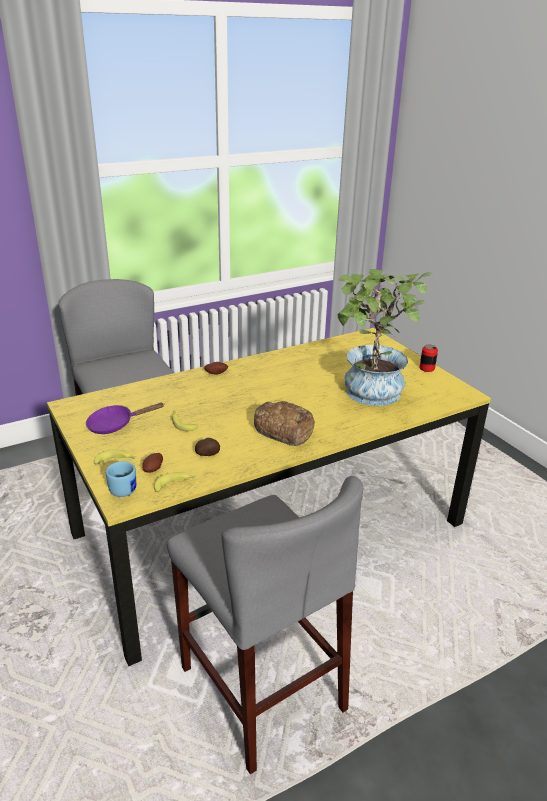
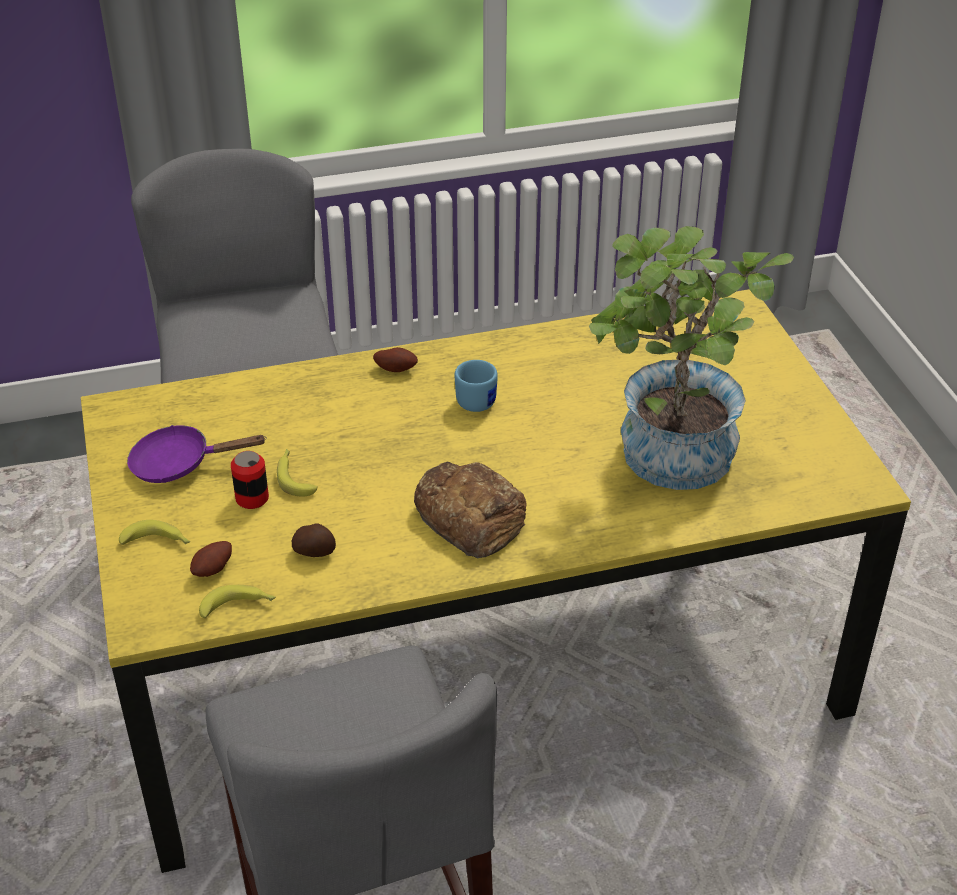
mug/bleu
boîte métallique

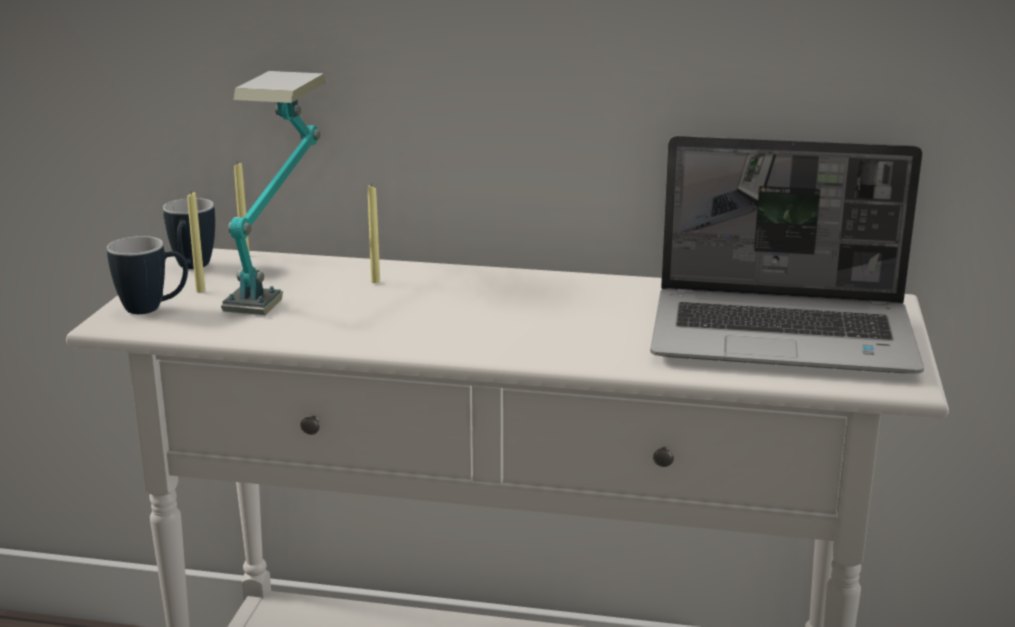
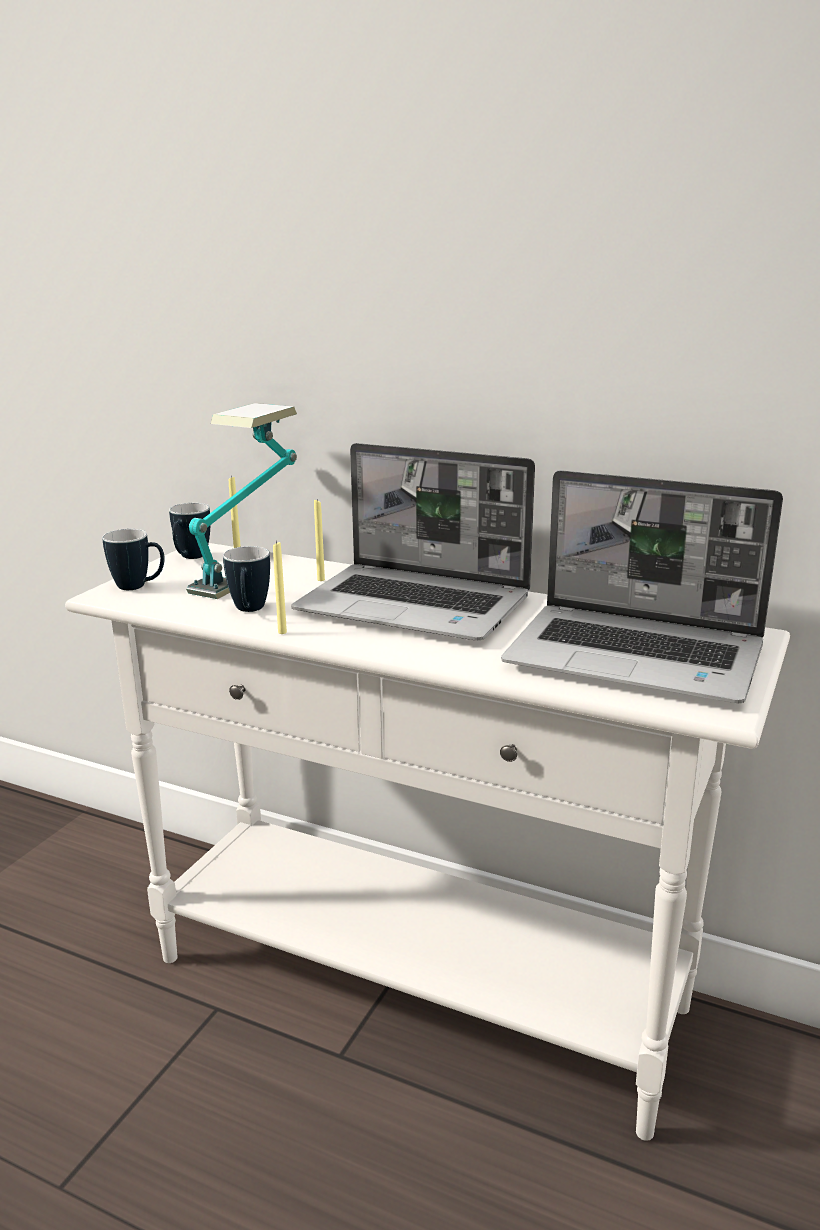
bougie/jaune (no. 2 from left)
mug (no. 3 from left)
ordinateur portable (no. 1 from left)

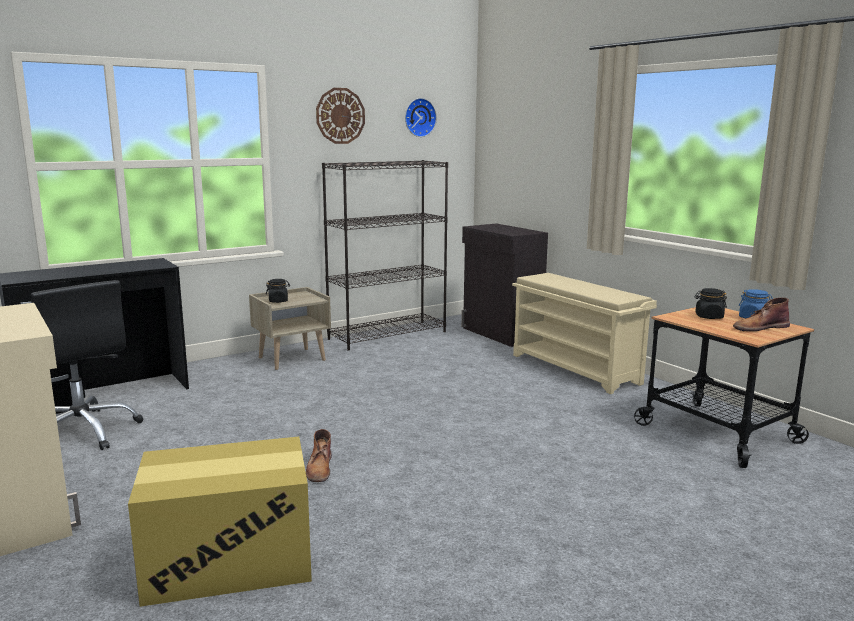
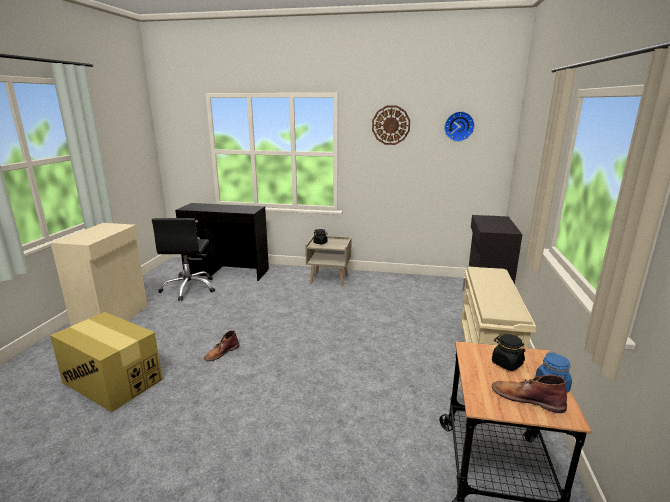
bibliothèque/noir

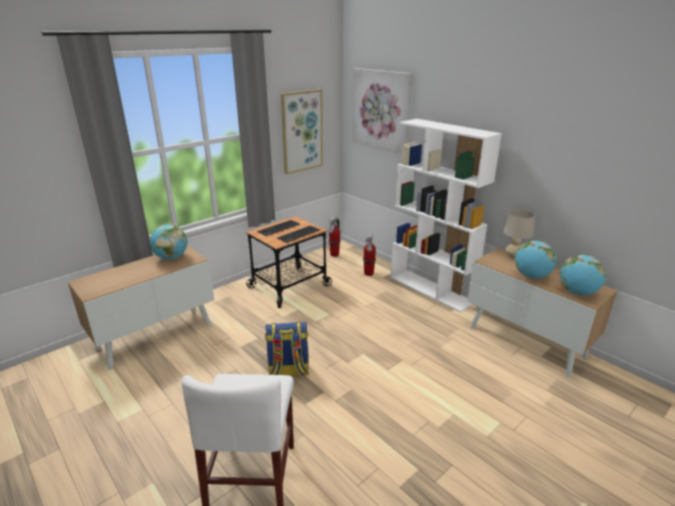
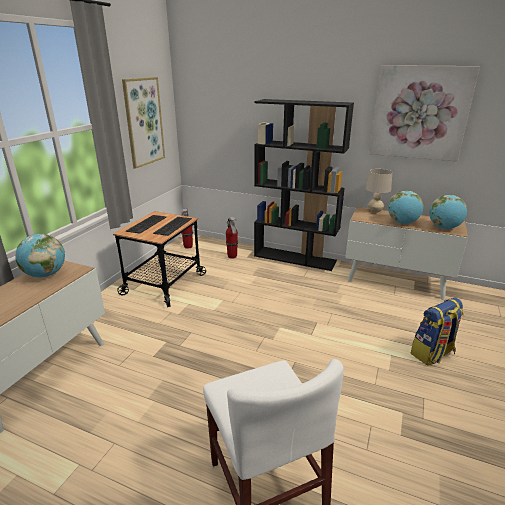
sac à dos
tableau (no. 2 from left)
bibliothèque/noir

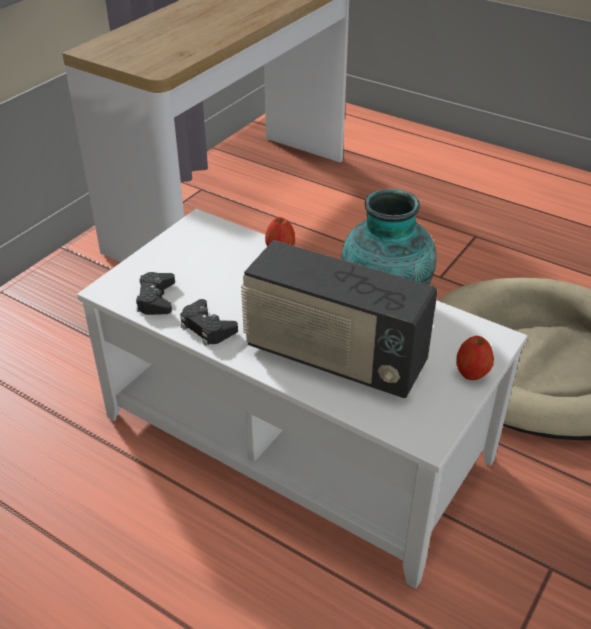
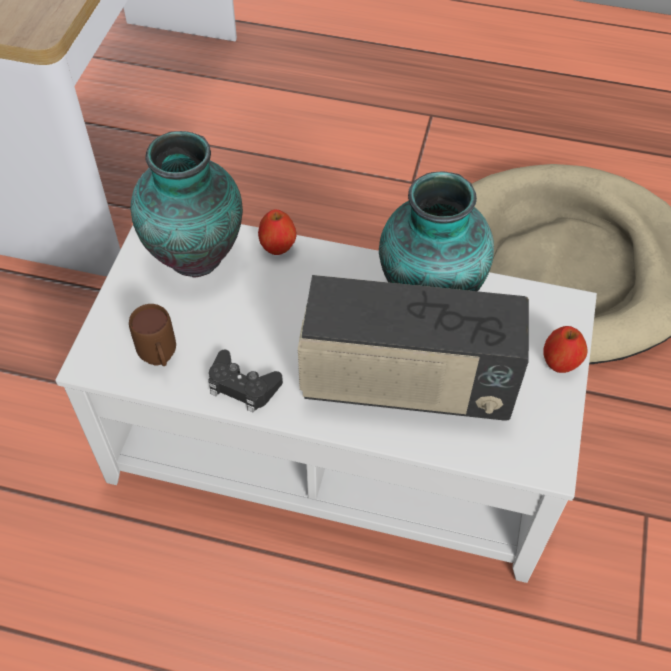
mug/marron
vase (no. 1 from left)

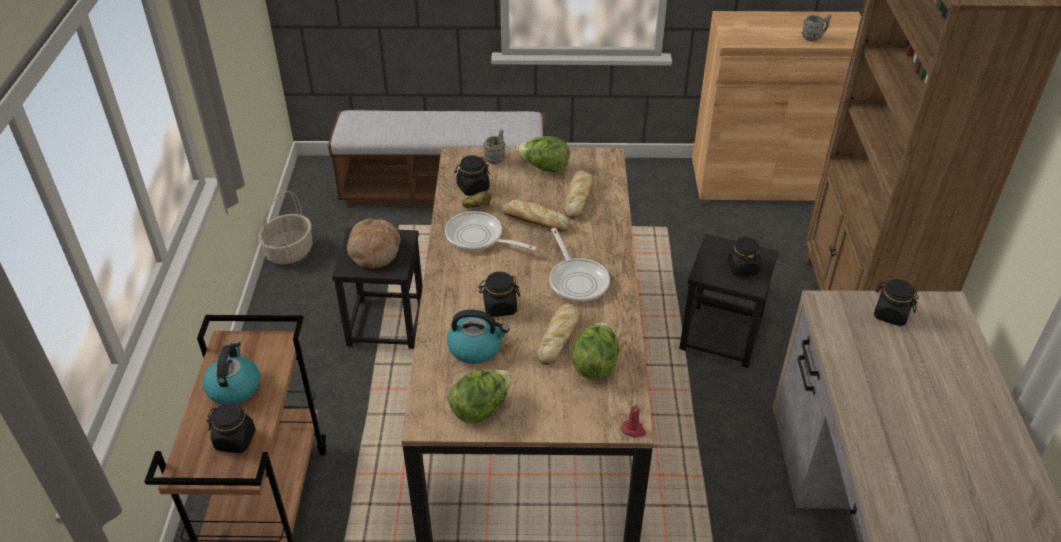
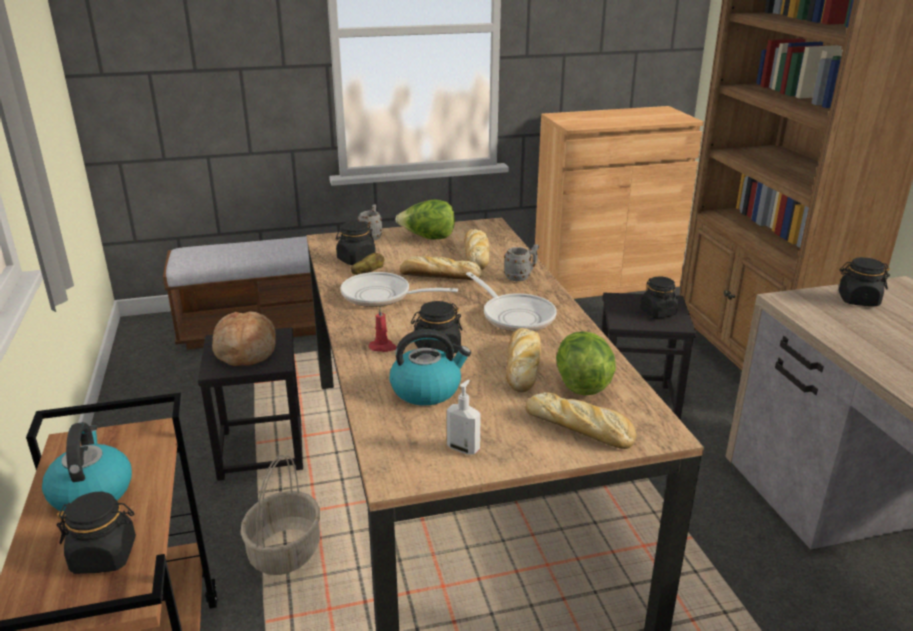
panier
distributeur de savon
bougie/rouge
mug/gris (no. 2 from left)
pain (no. 5 from left)

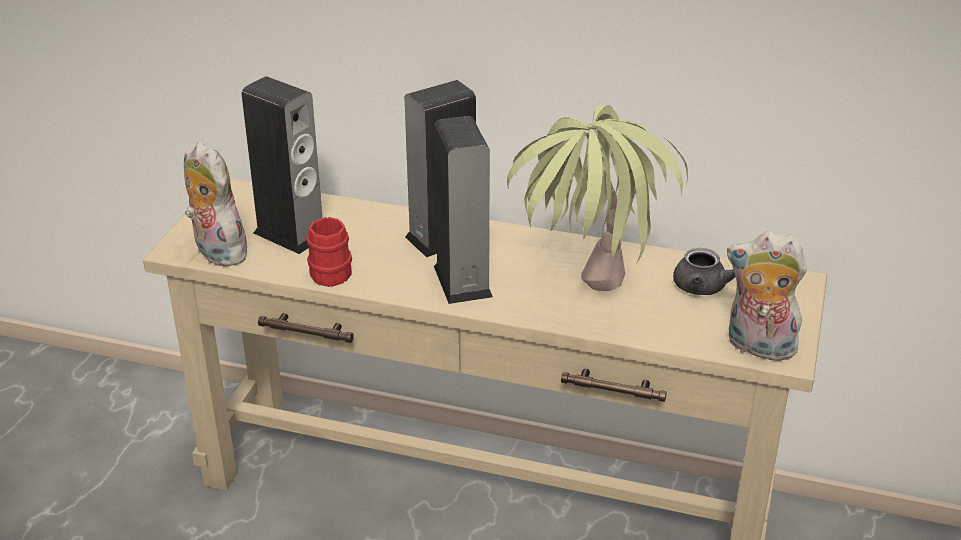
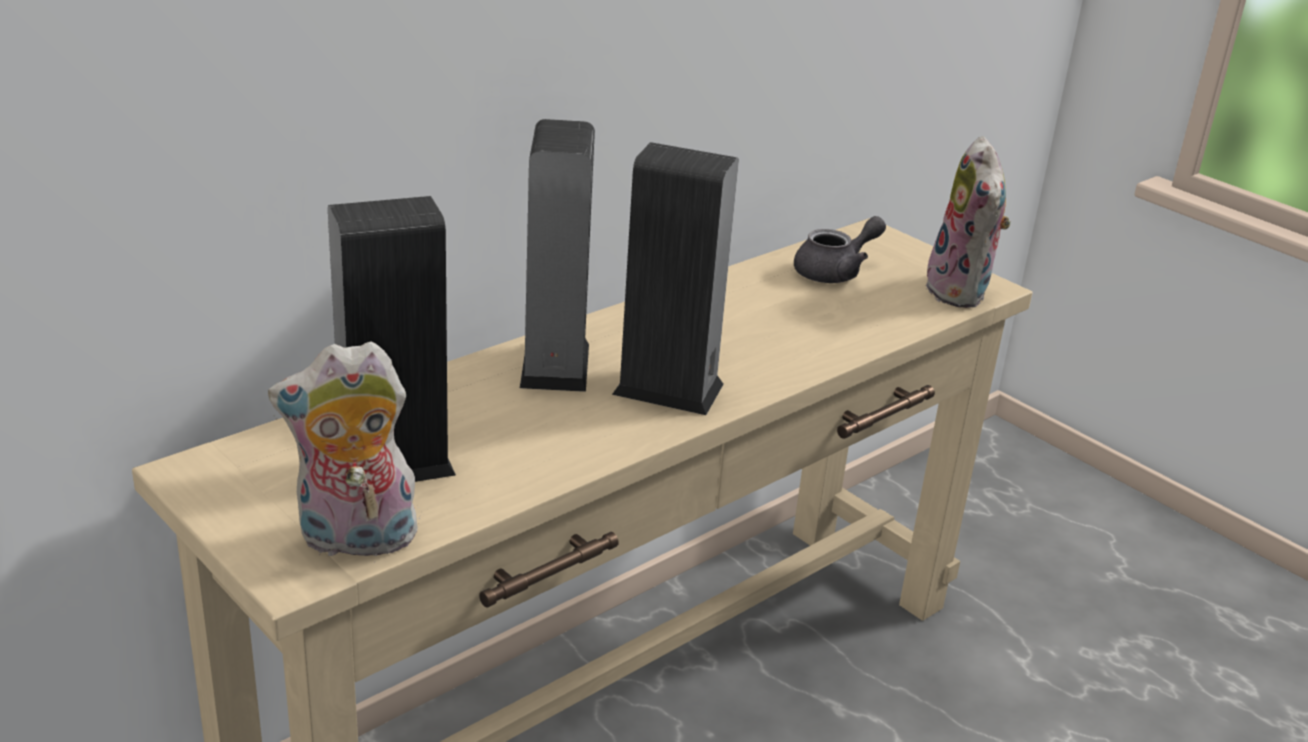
mug/rouge
plante en pot
peluche (no. 2 from left)

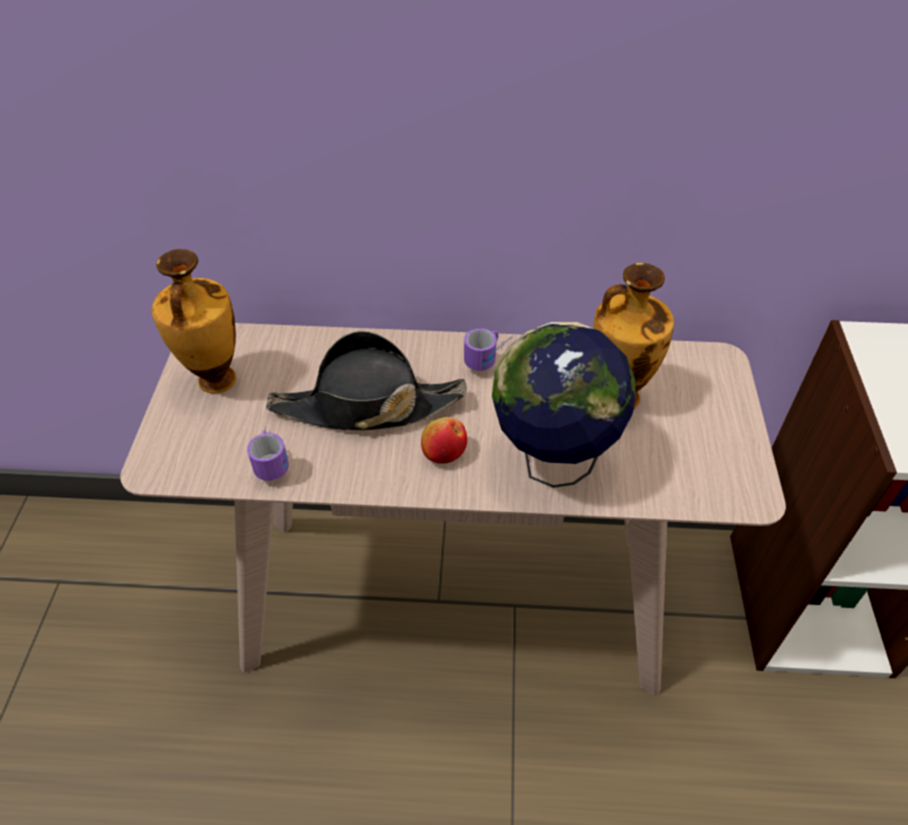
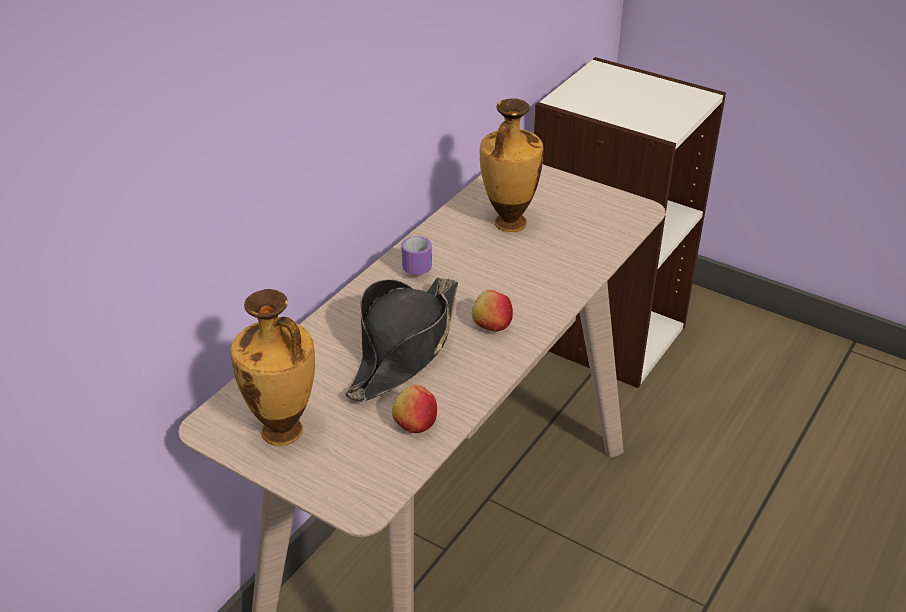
pomme (no. 1 from left)
globe

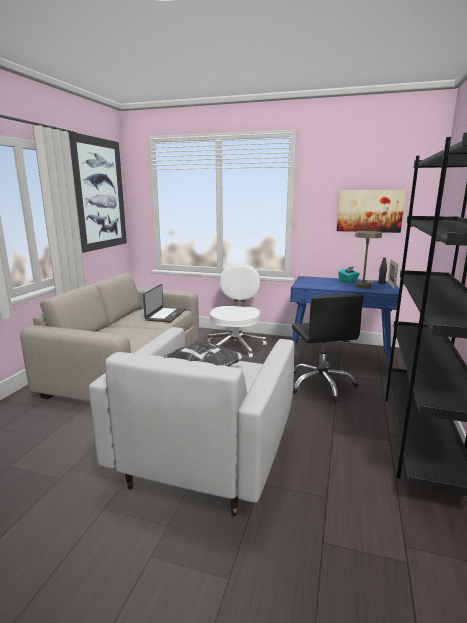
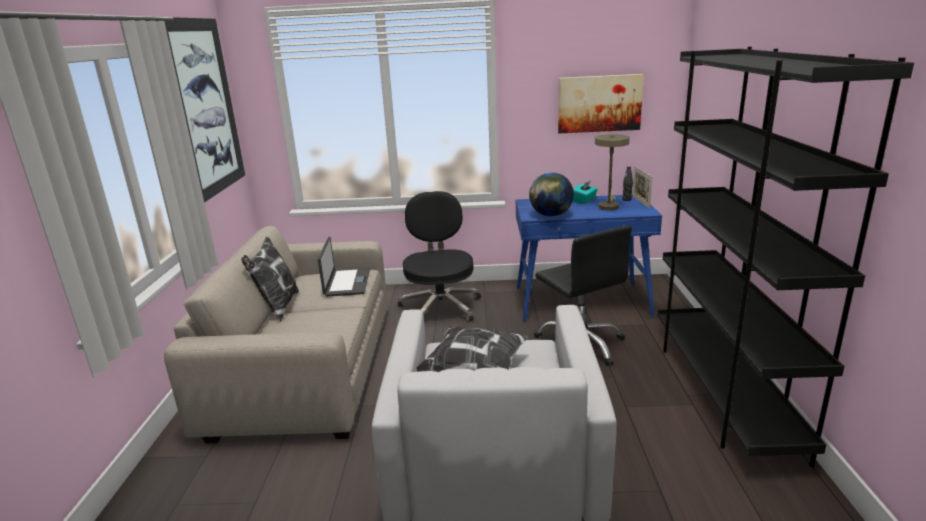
chaise de bureau/noir (no. 1 from left)
coussin (no. 1 from left)
globe

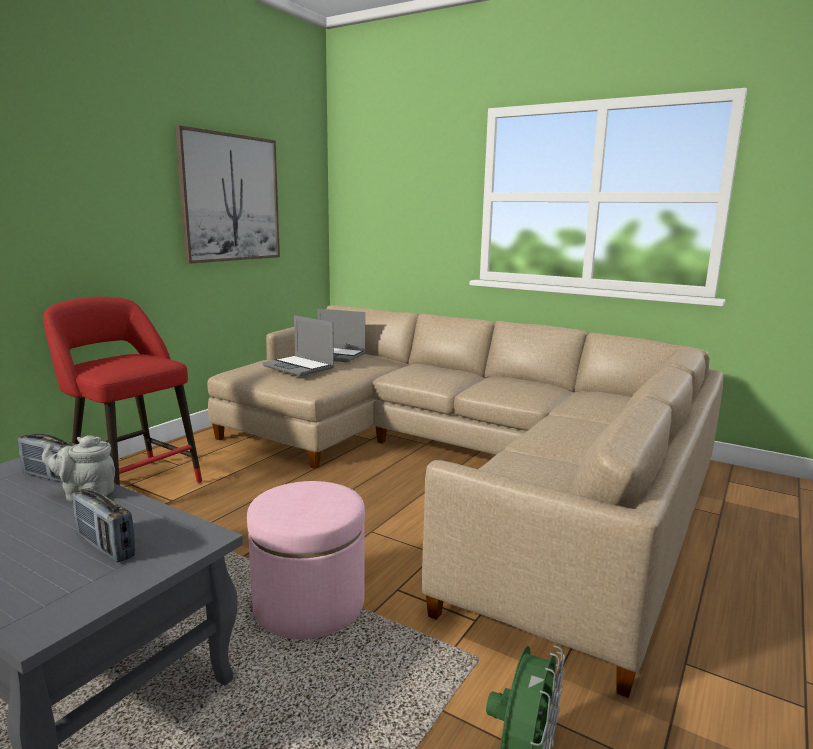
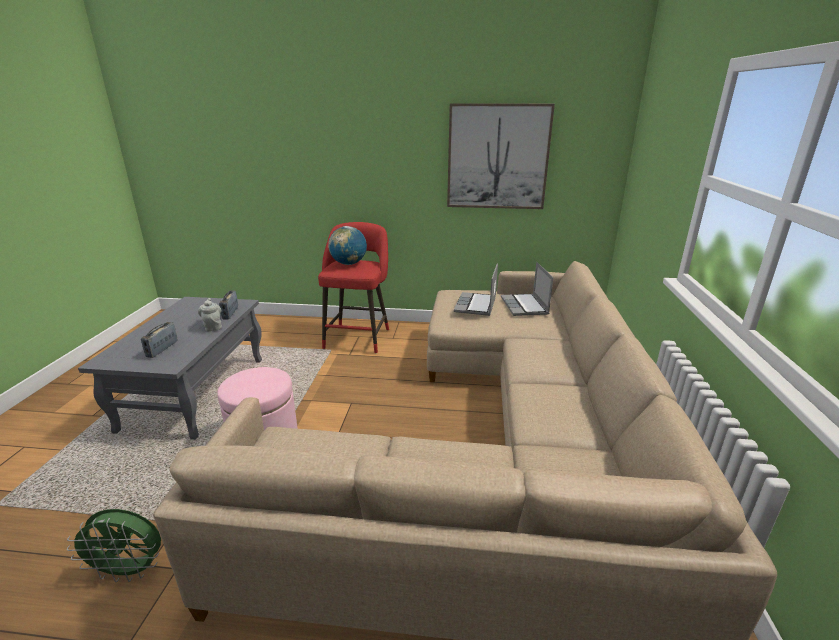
globe

